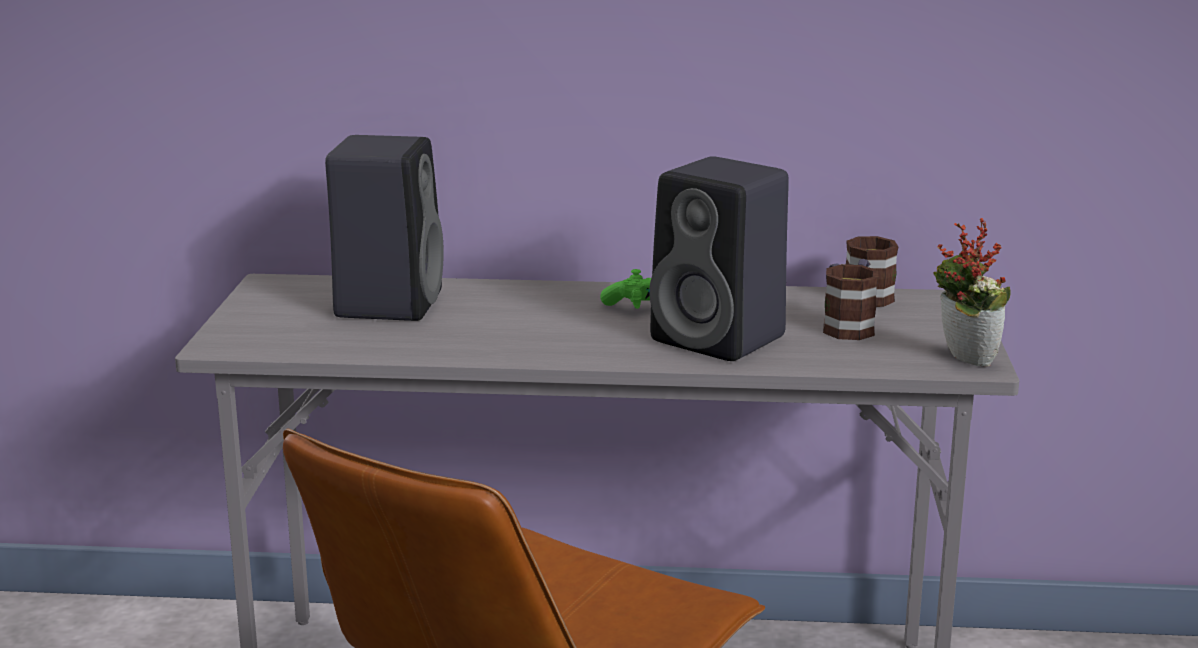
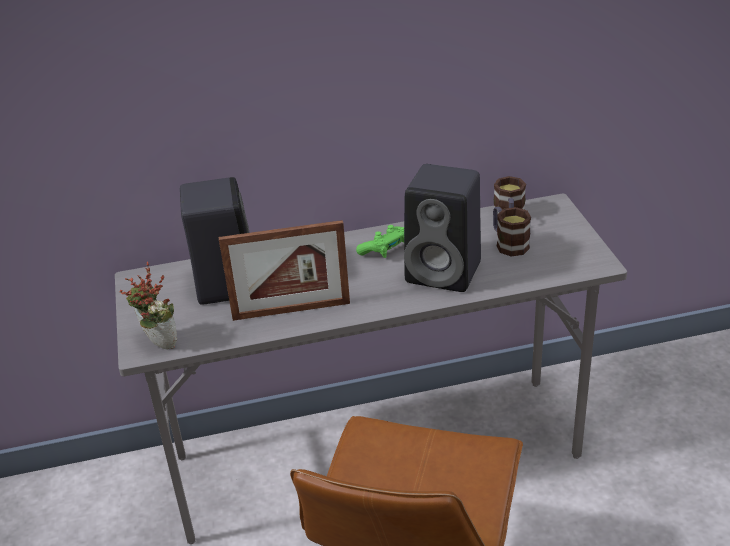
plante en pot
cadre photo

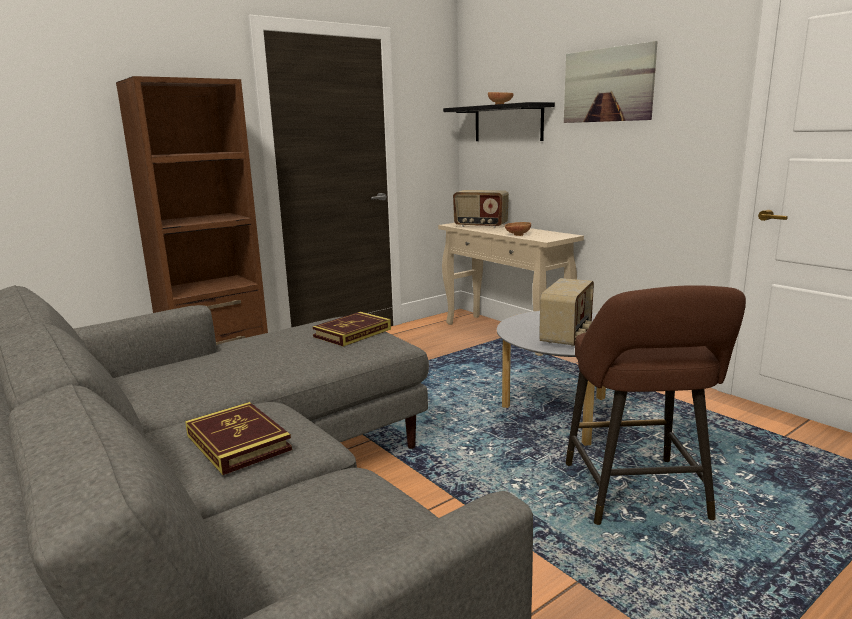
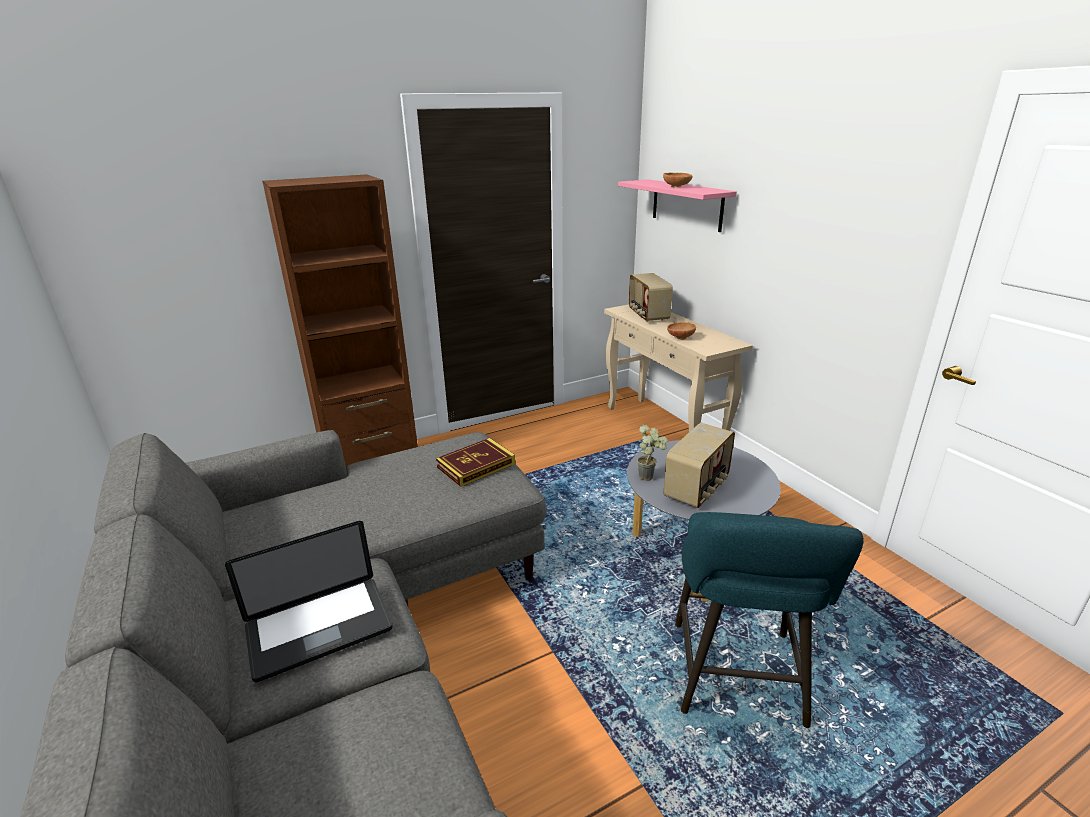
ordinateur portable
étagère/rose
radio (no. 1 from left)
tableau
tabouret/turquoise
plante en pot

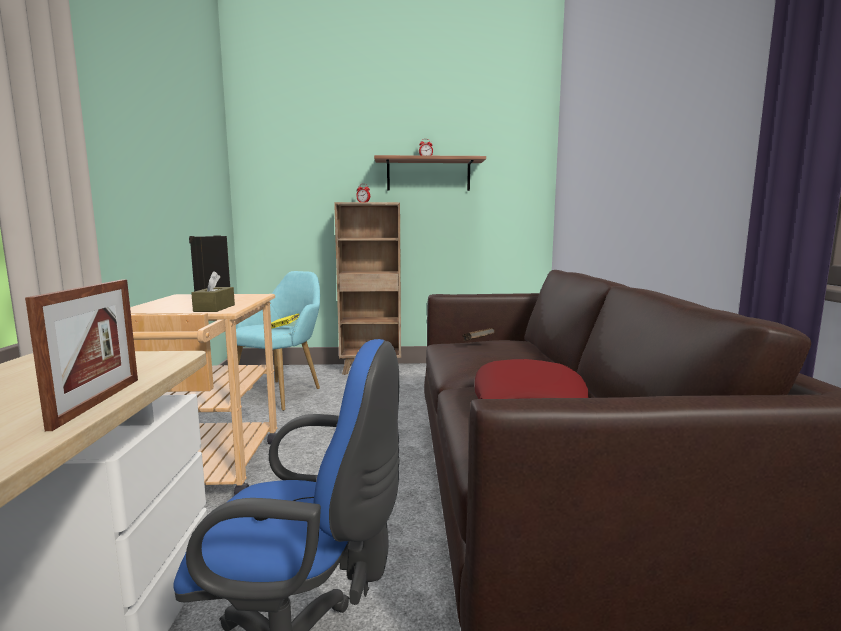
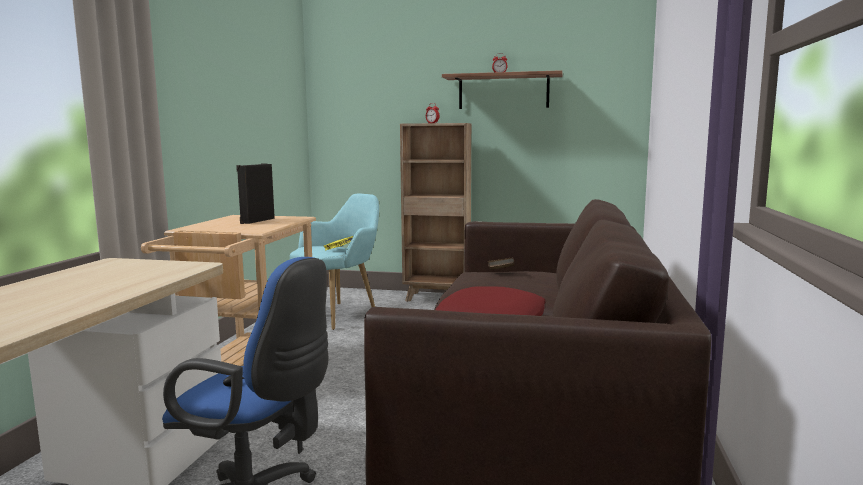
cadre photo
boîte à mouchoirs/marron

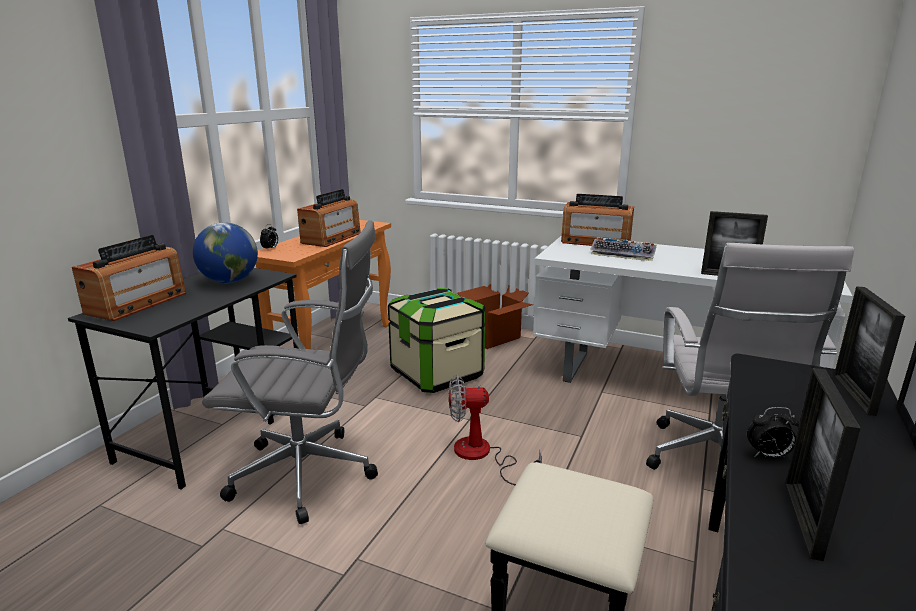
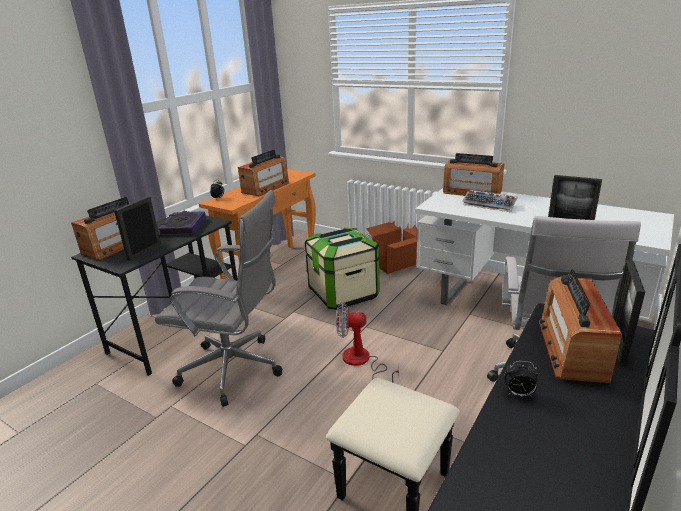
livre
cadre photo (no. 1 from left)
radio (no. 4 from left)

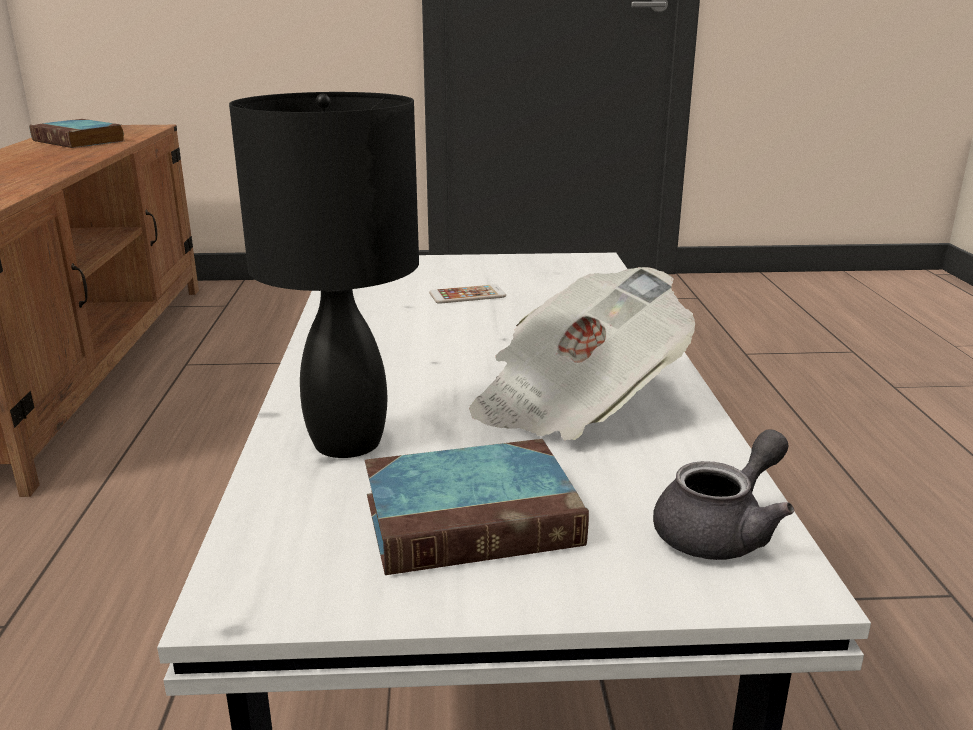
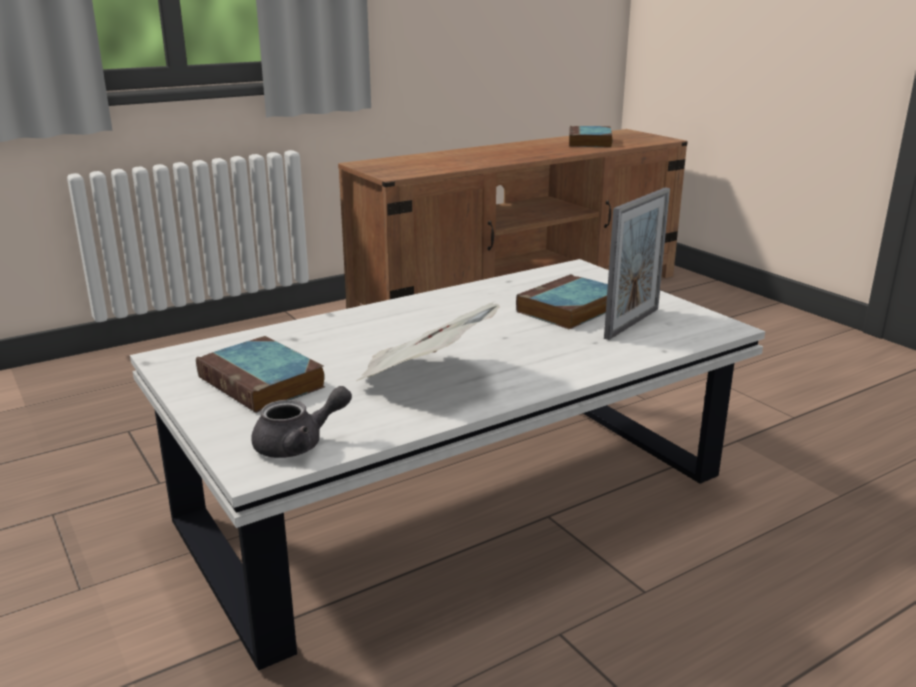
lampe de table/noir
livre (no. 2 from left)
théière/gris
cadre photo

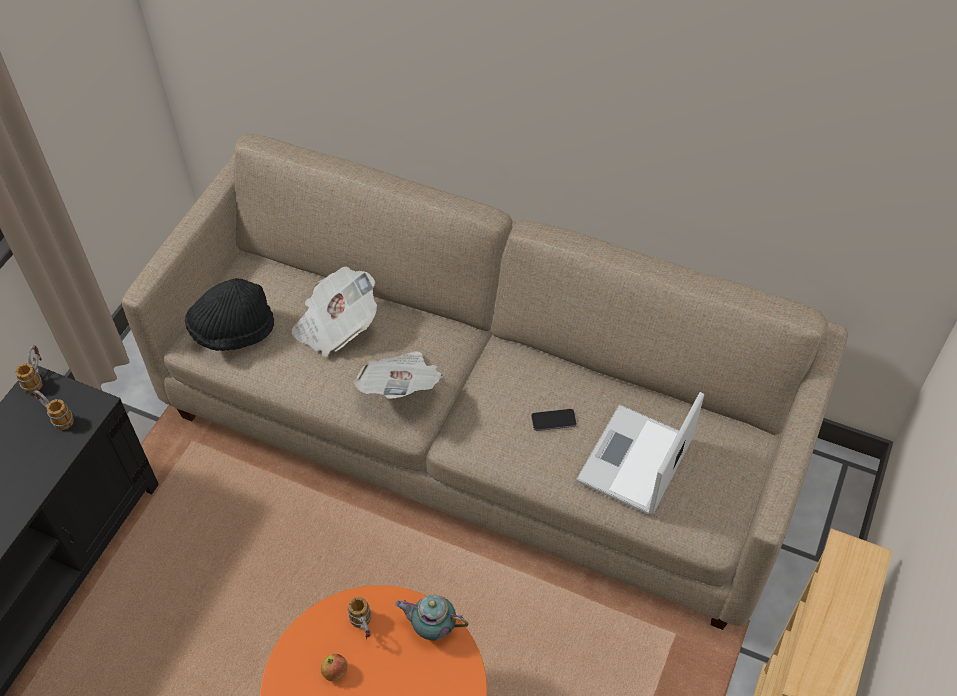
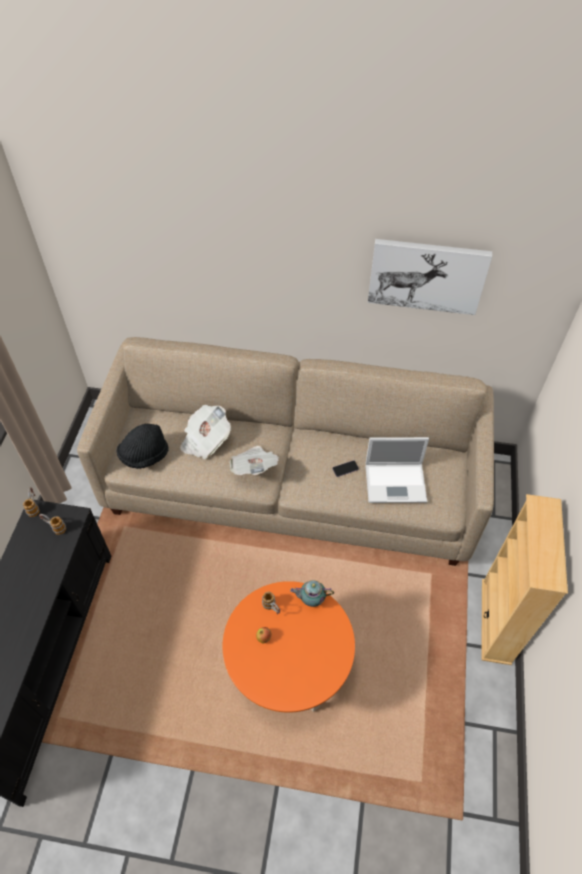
ordinateur portable
tableau

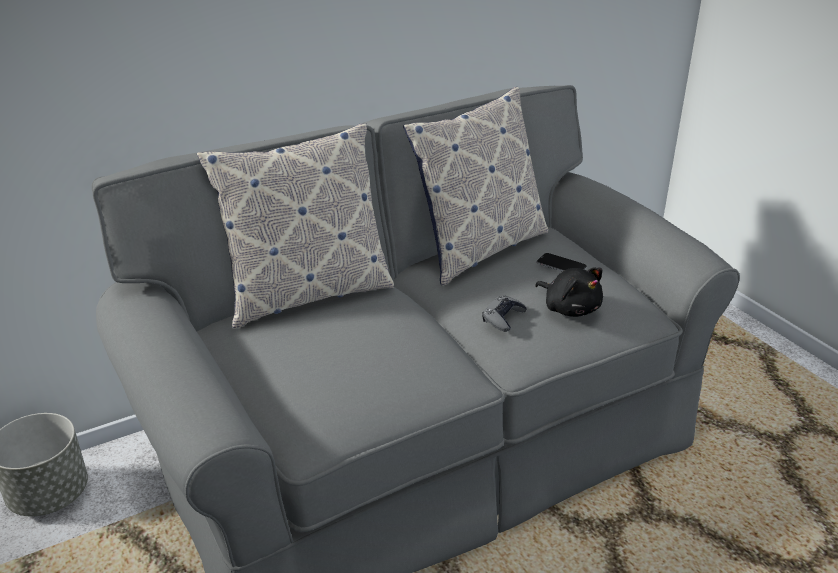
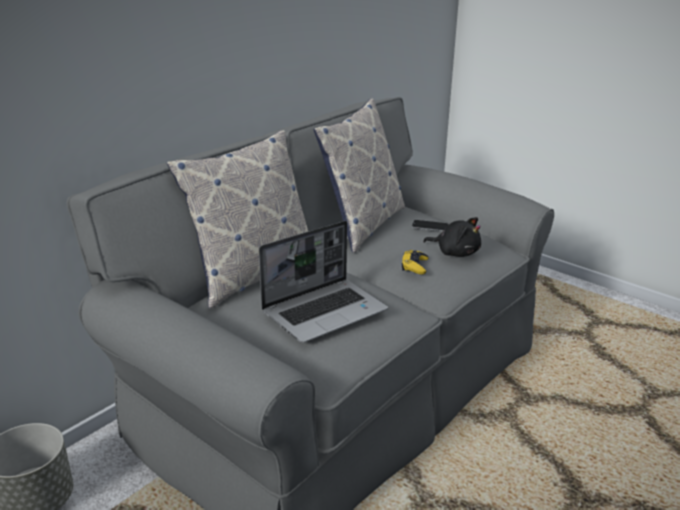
manette/jaune
ordinateur portable

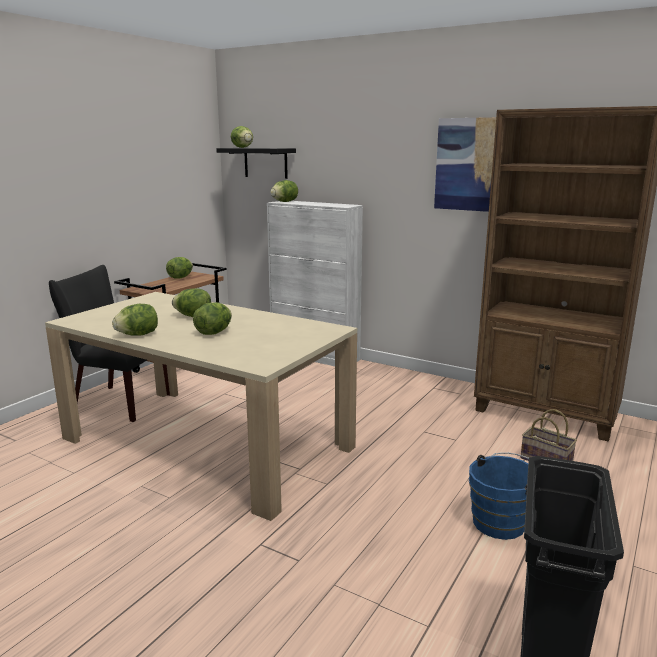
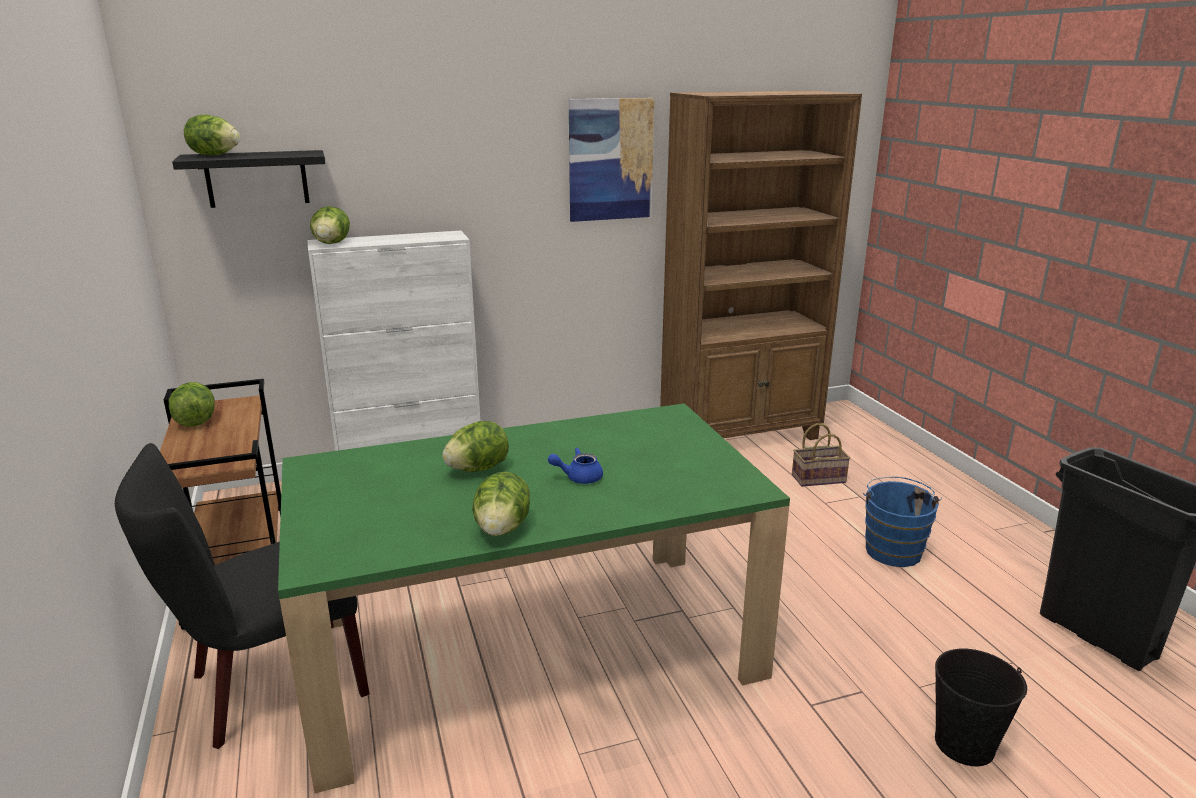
table à manger/vert
théière/bleu
seau/noir

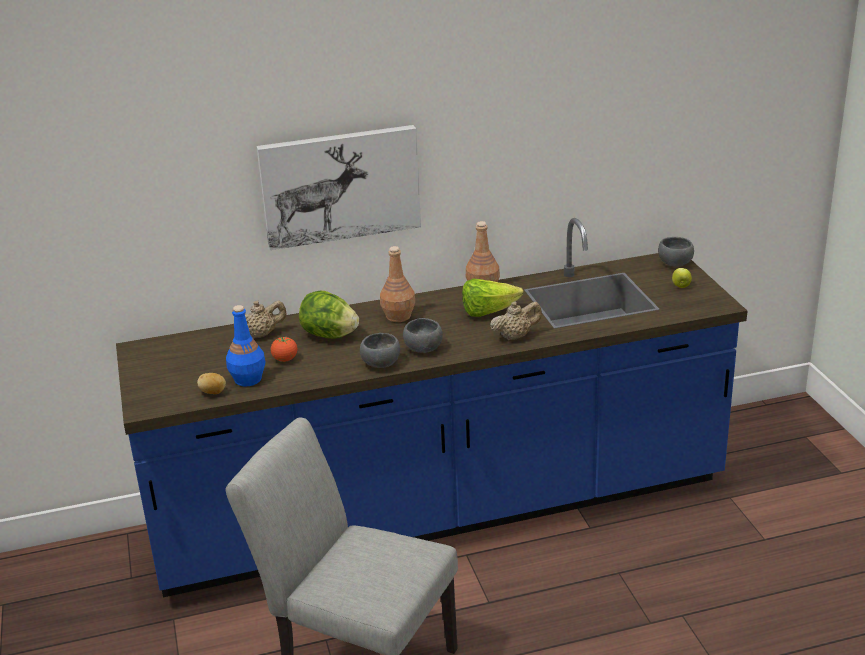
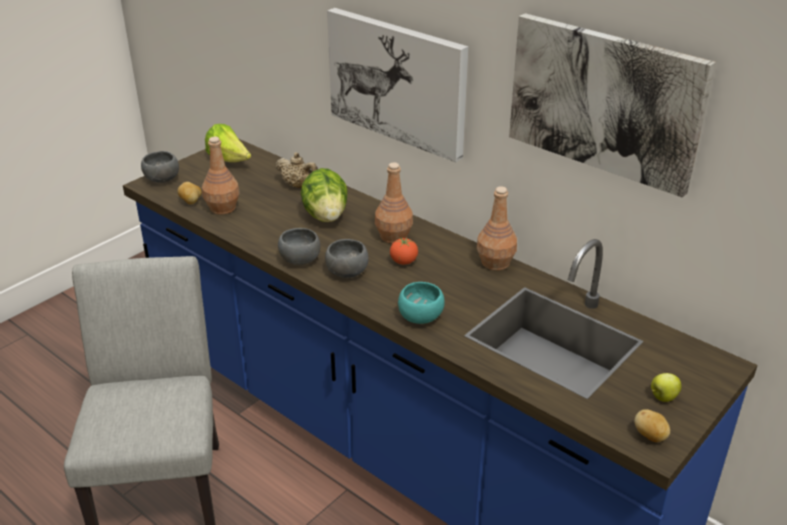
bouteille/marron (no. 1 from left)
tomate
laitue (no. 1 from left)
bol/turquoise
bol/gris (no. 1 from left)
tableau (no. 2 from left)
pomme de terre (no. 2 from left)

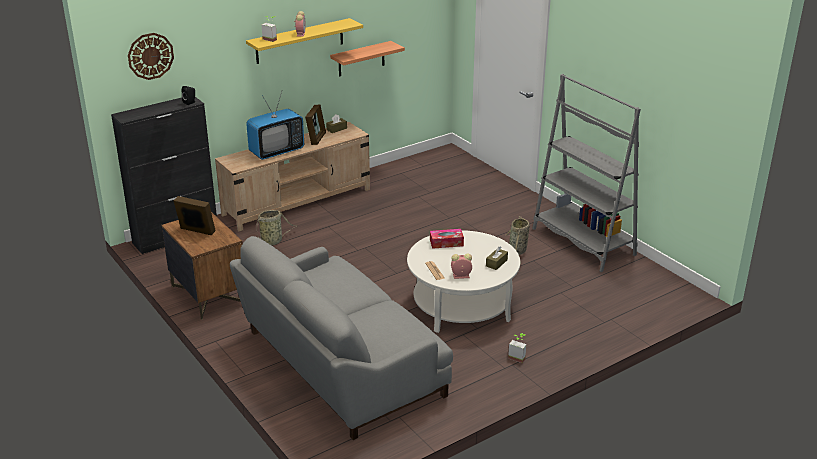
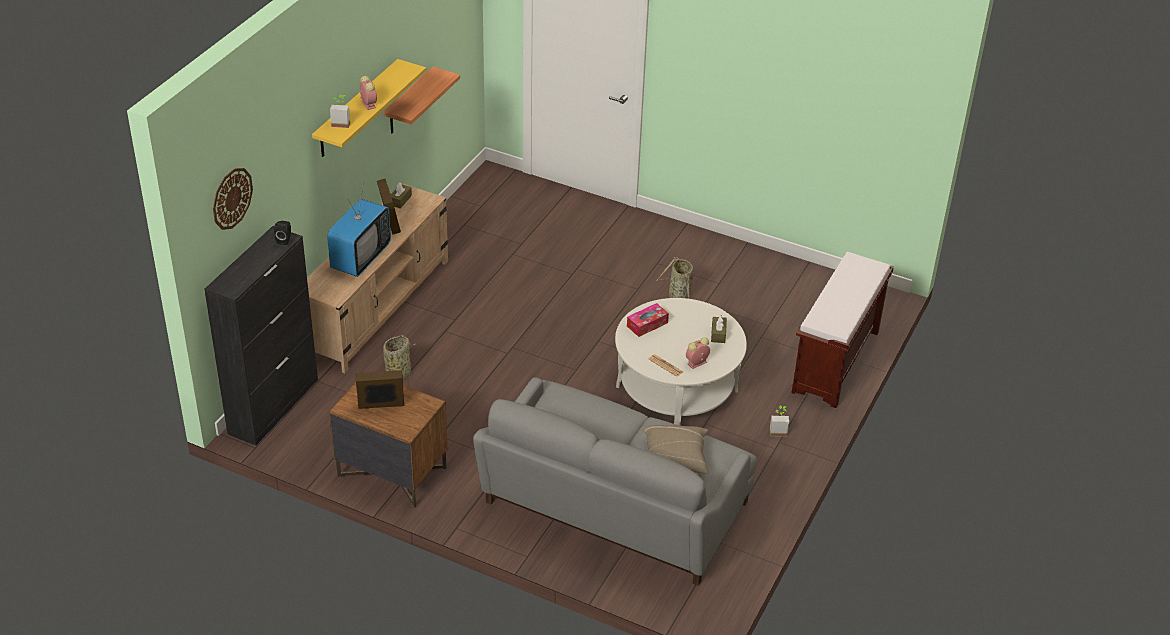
bibliothèque/gris
coussin/beige
banc/marron

